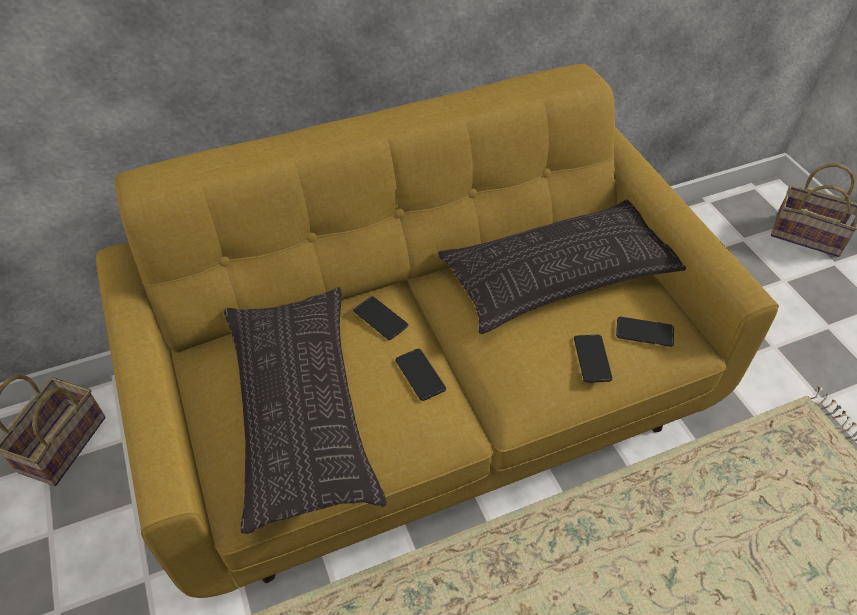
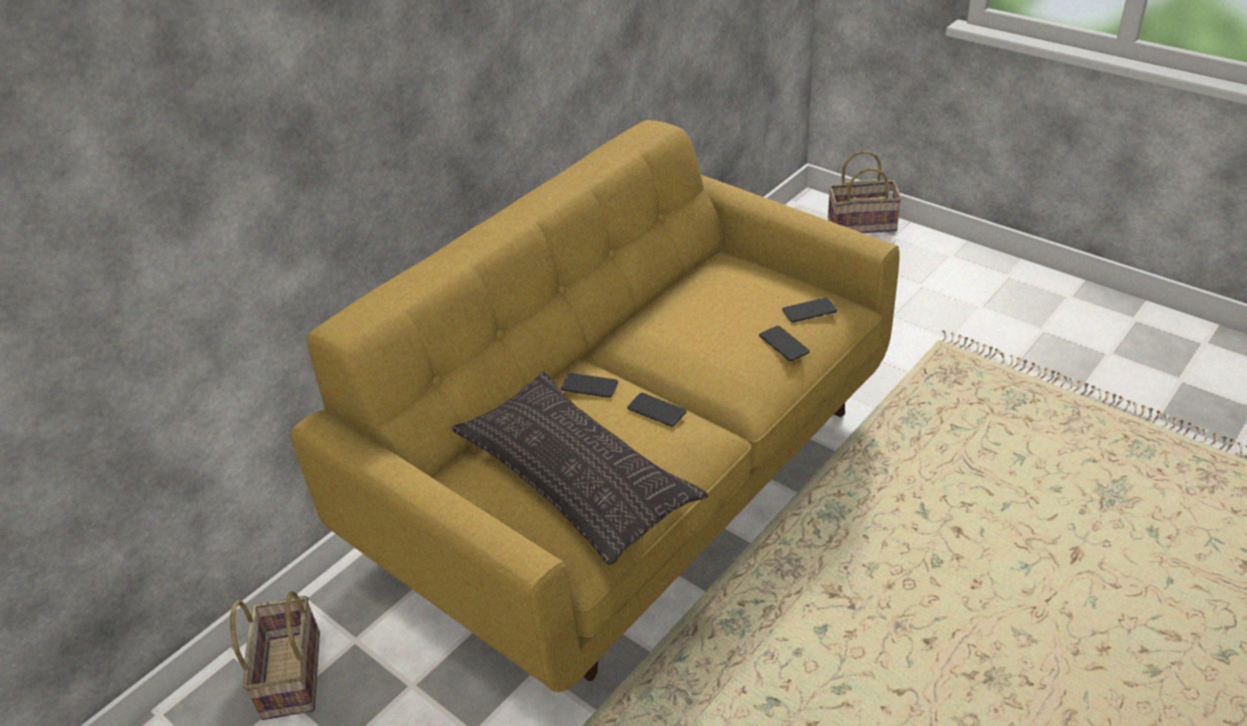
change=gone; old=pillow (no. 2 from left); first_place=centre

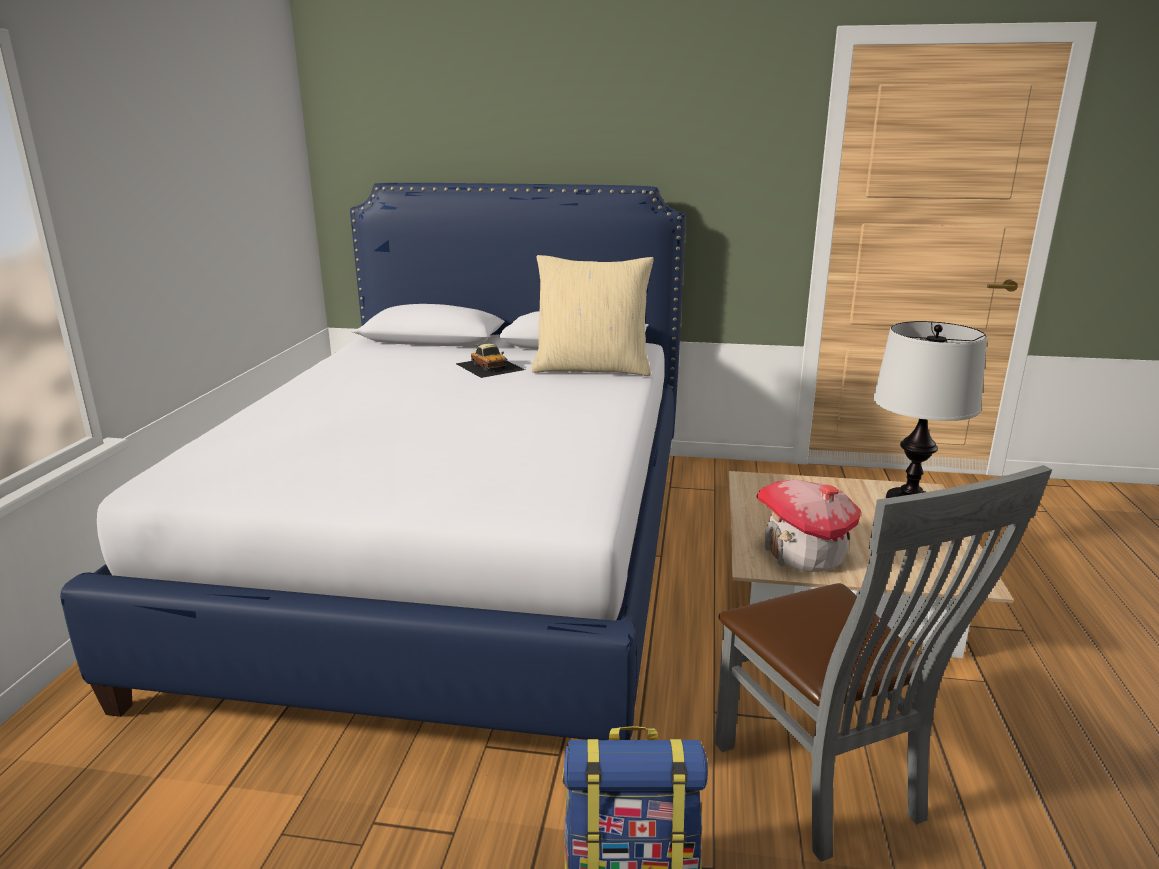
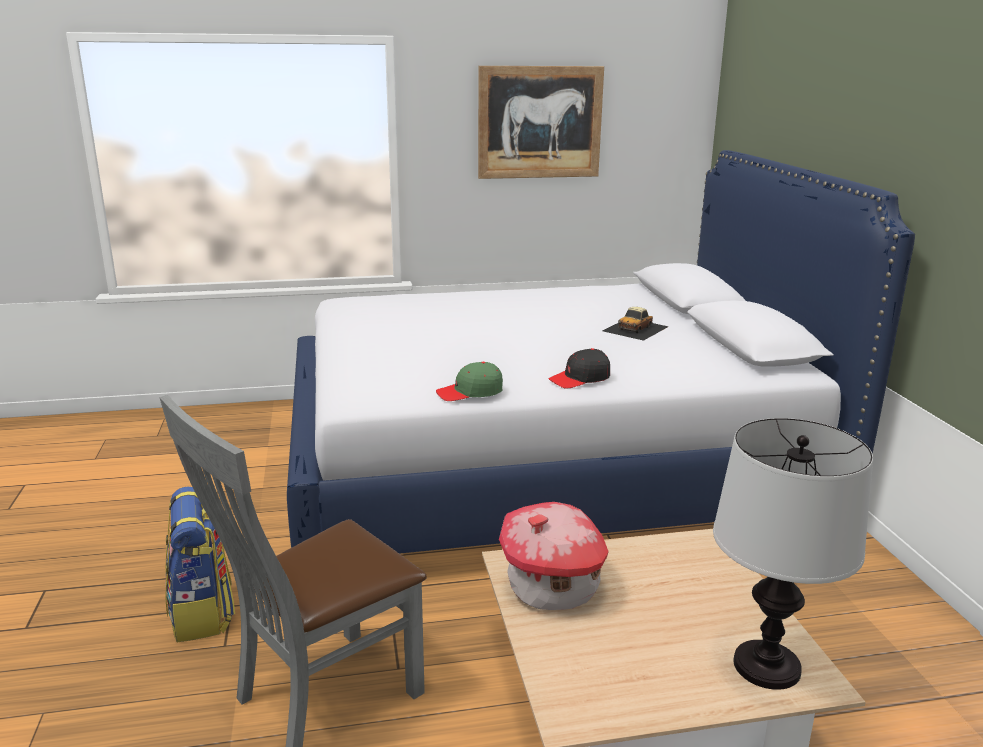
change=gone; old=beige pillow; first_place=centre
change=new; new=wall picture; second_place=top centre
change=new; new=black-coloured cap; second_place=centre
change=new; new=green cap; second_place=centre

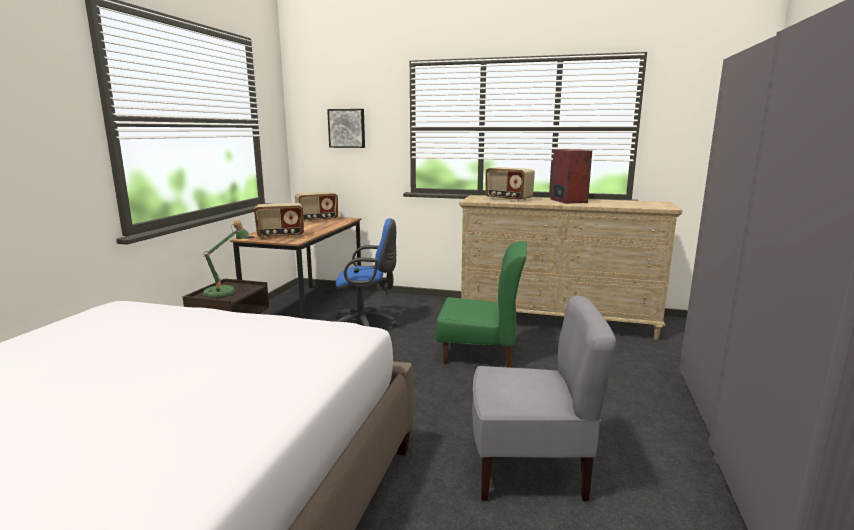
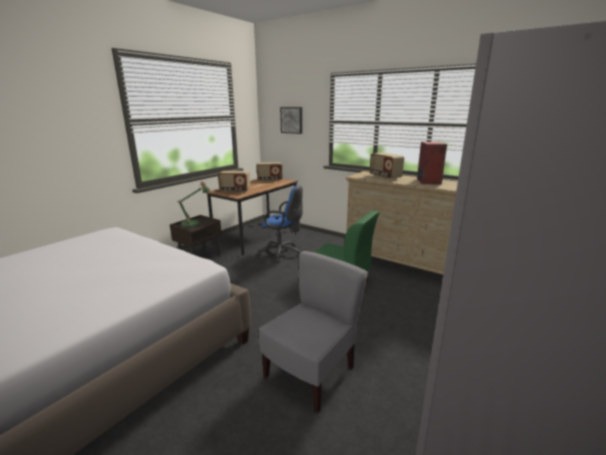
change=rotated; old=greyish chair; first_place=bottom centre; second_place=bottom centre; degrees=-75

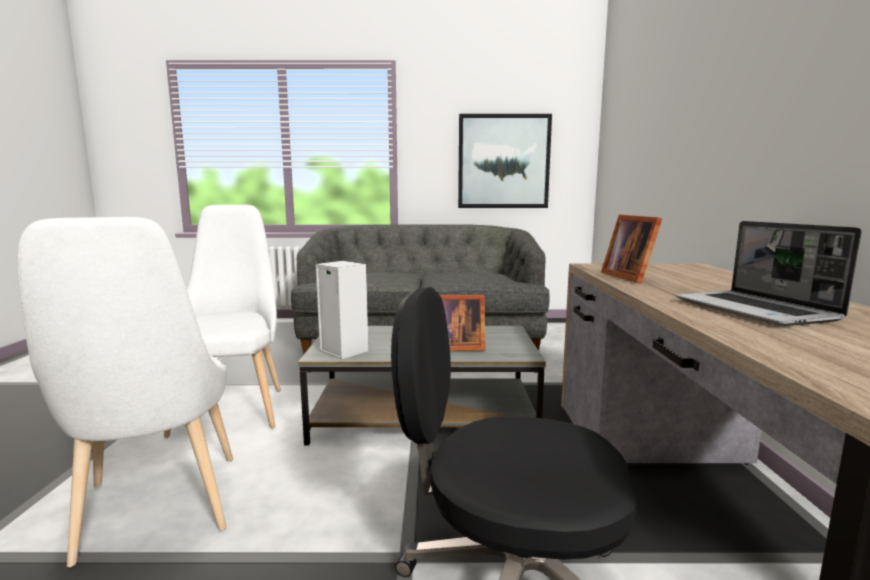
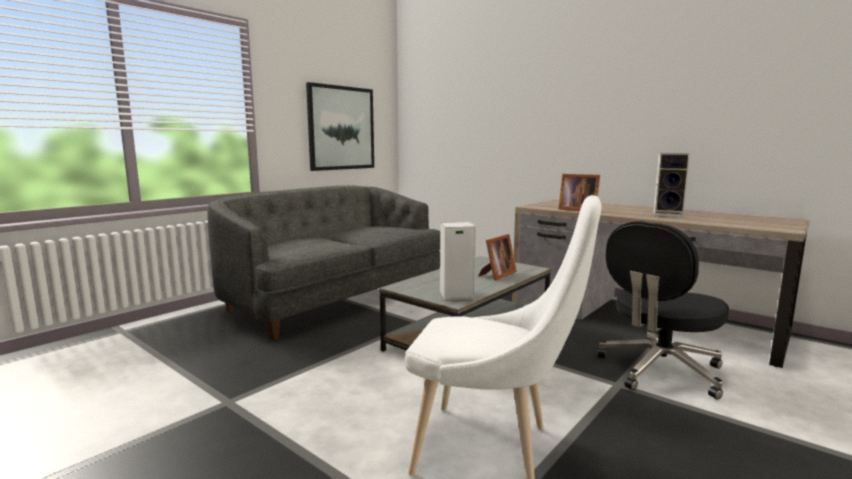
change=gone; old=white-coloured chair (no. 2 from left); first_place=middle left
change=swapped; old=laptop; new=audio speaker (no. 2 from left); first_place=middle right; second_place=middle right

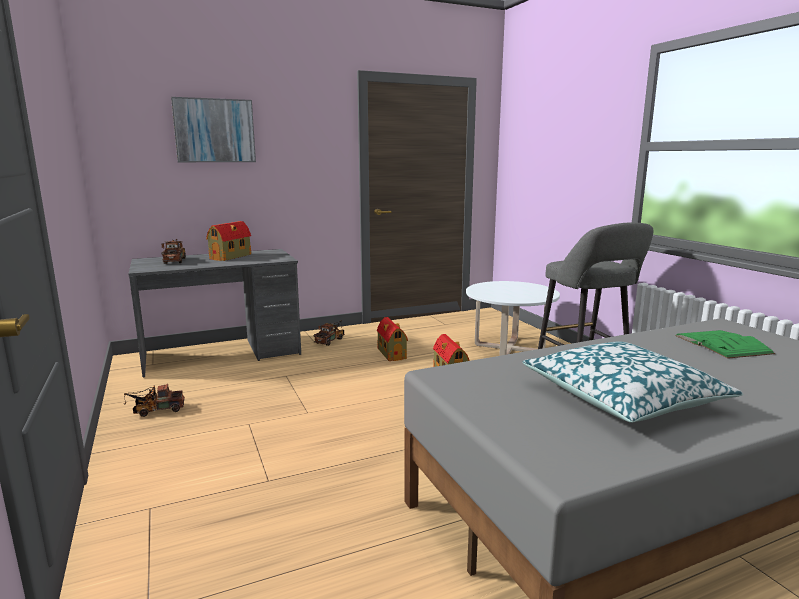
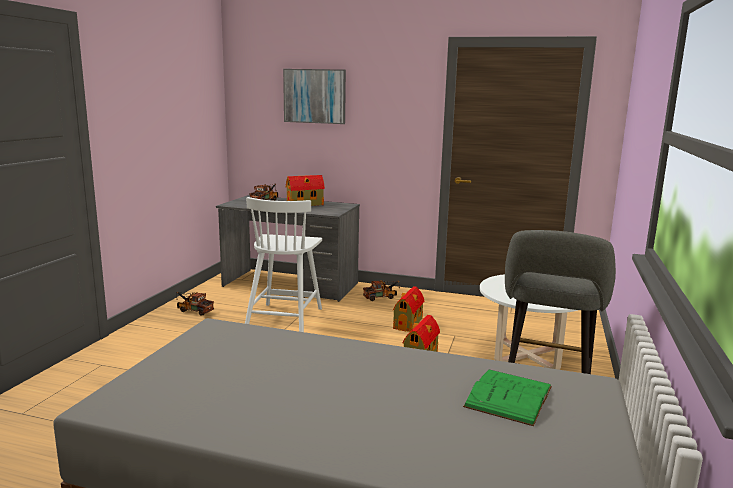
change=gone; old=pillow; first_place=middle right
change=new; new=white-coloured chair; second_place=centre

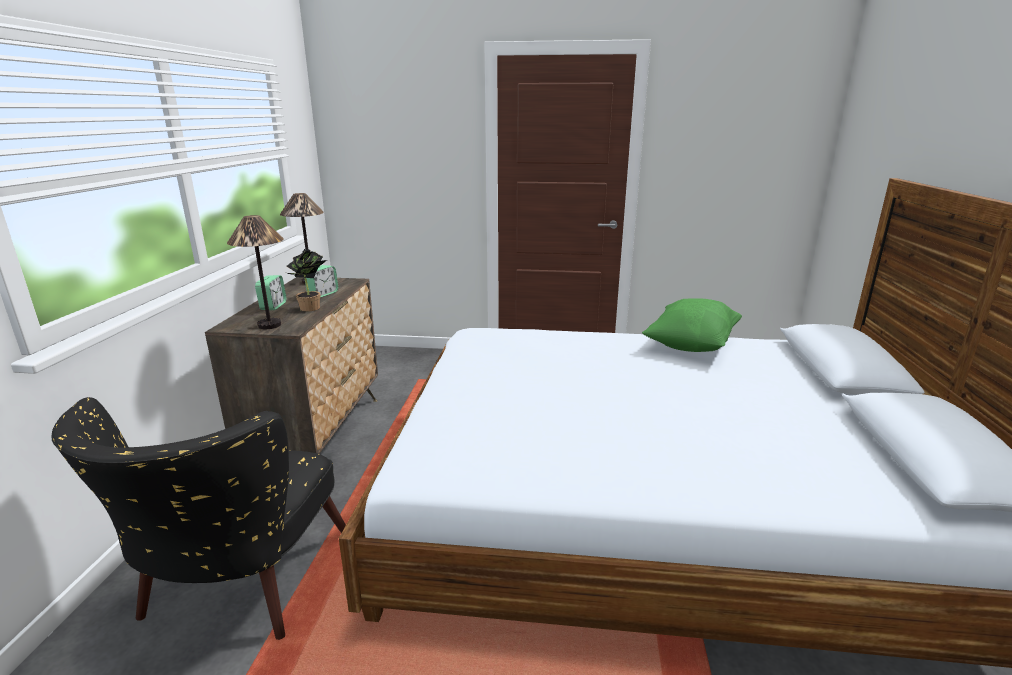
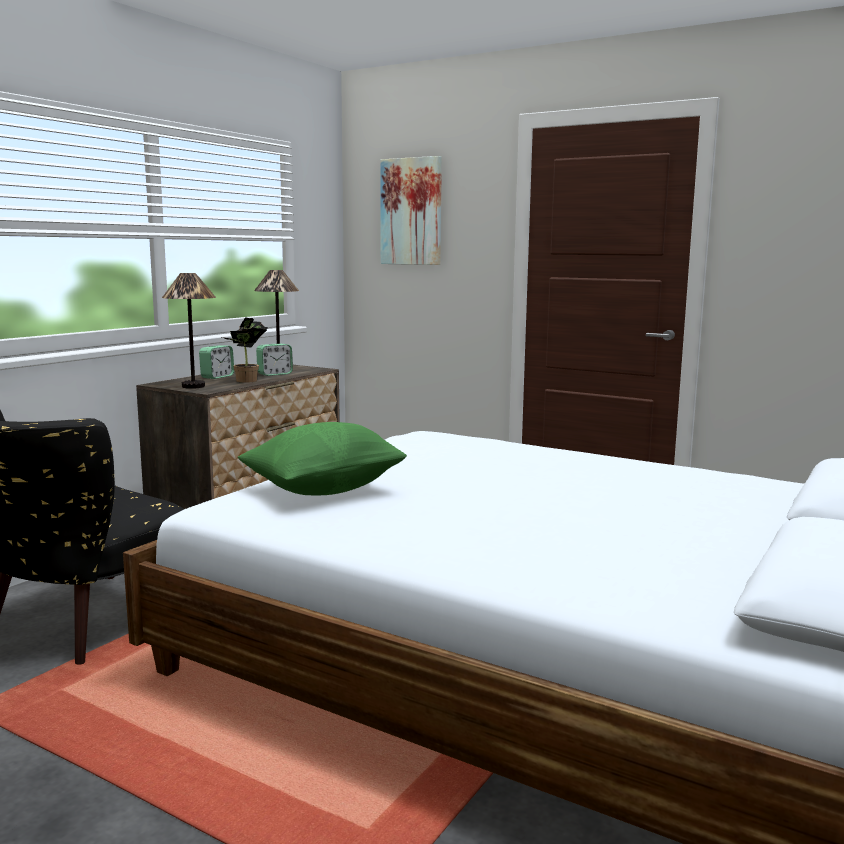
change=shifted; old=green pillow; first_place=middle right; second_place=centre
change=new; new=wall picture; second_place=top centre

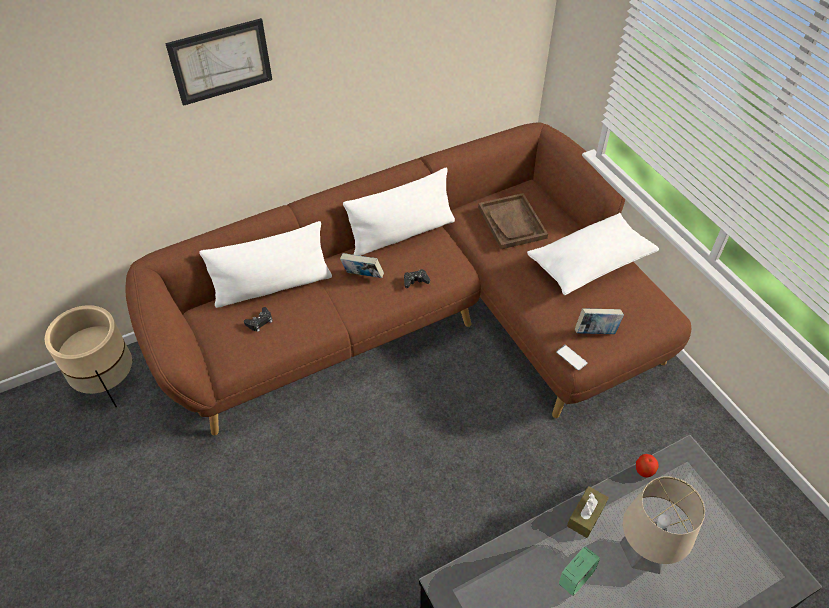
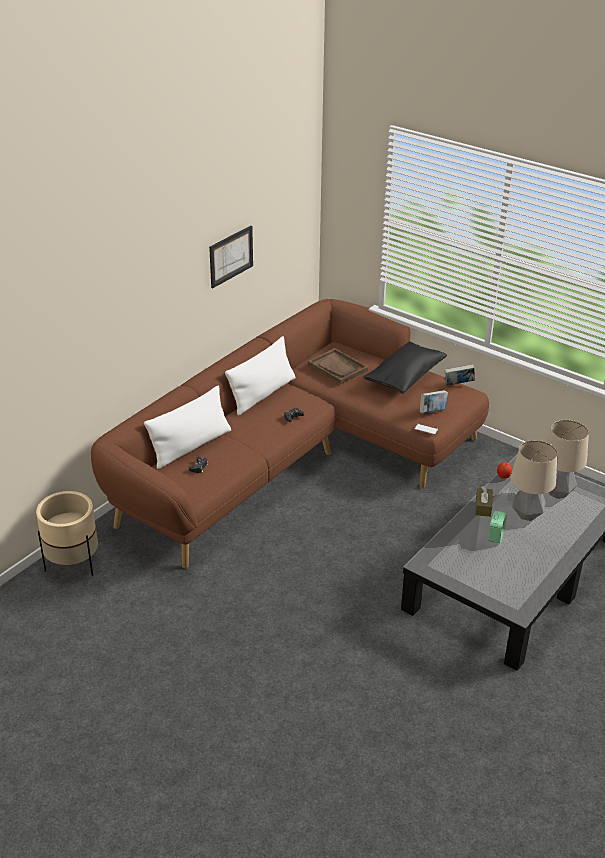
change=shifted; old=wall picture; first_place=top left; second_place=top centre
change=repainted; old=white-coloured pillow (no. 3 from left); new=black-coloured pillow; first_place=middle right; second_place=middle right
change=shifted; old=book (no. 1 from left in the first image); new=book (no. 2 from left); first_place=centre; second_place=middle right
change=new; new=lamp for a table (no. 2 from left); second_place=middle right

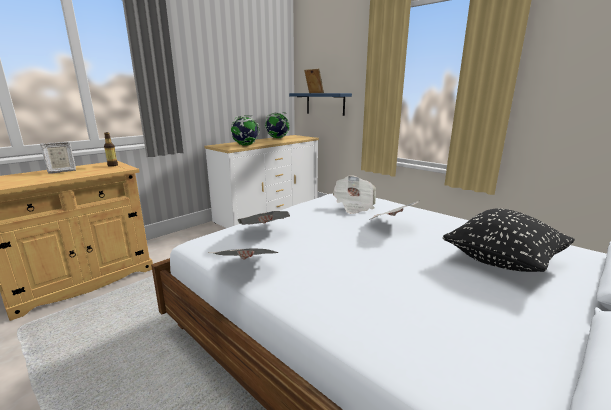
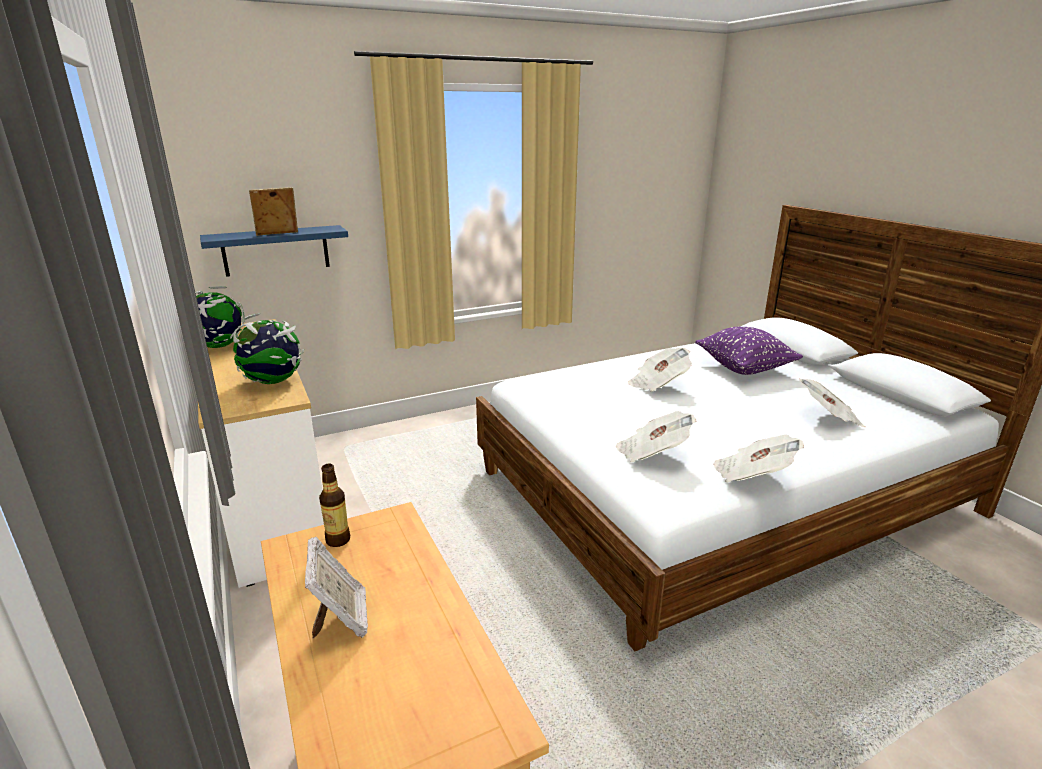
change=shifted; old=printed paper (no. 3 from left in the first image); new=printed paper (no. 4 from left); first_place=centre; second_place=middle right
change=repainted; old=black-coloured pillow; new=purple-coloured pillow; first_place=middle right; second_place=middle right

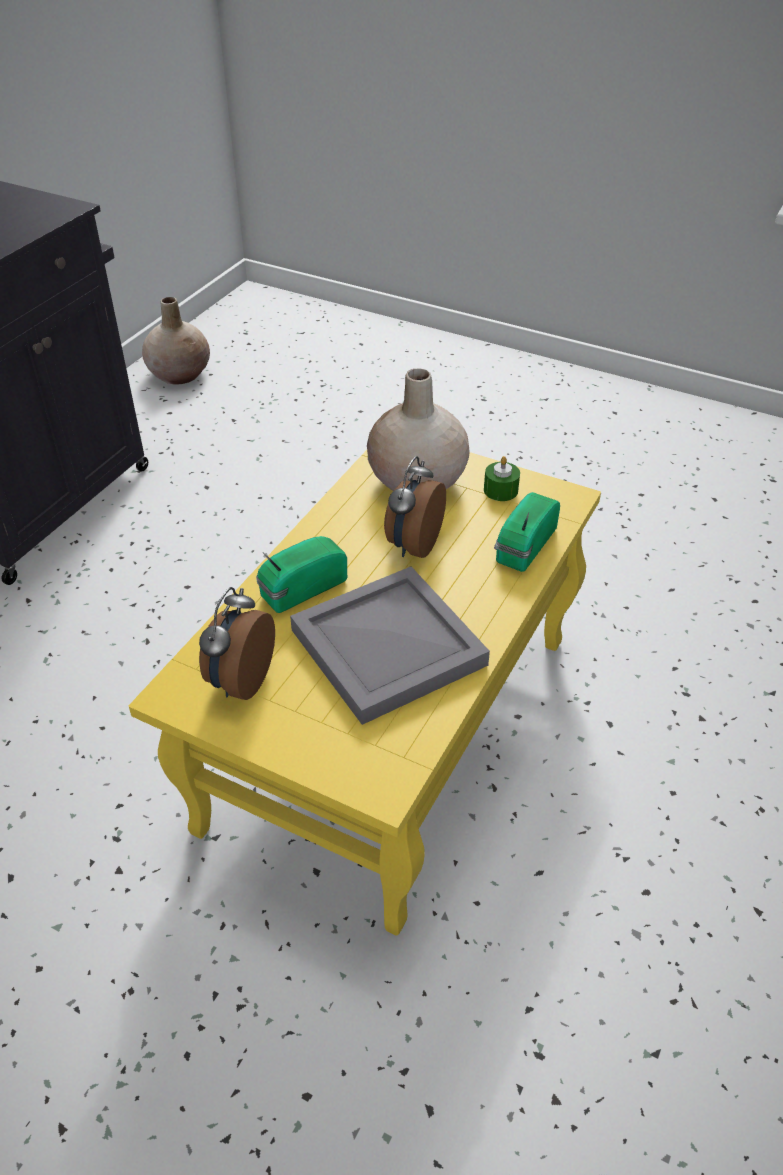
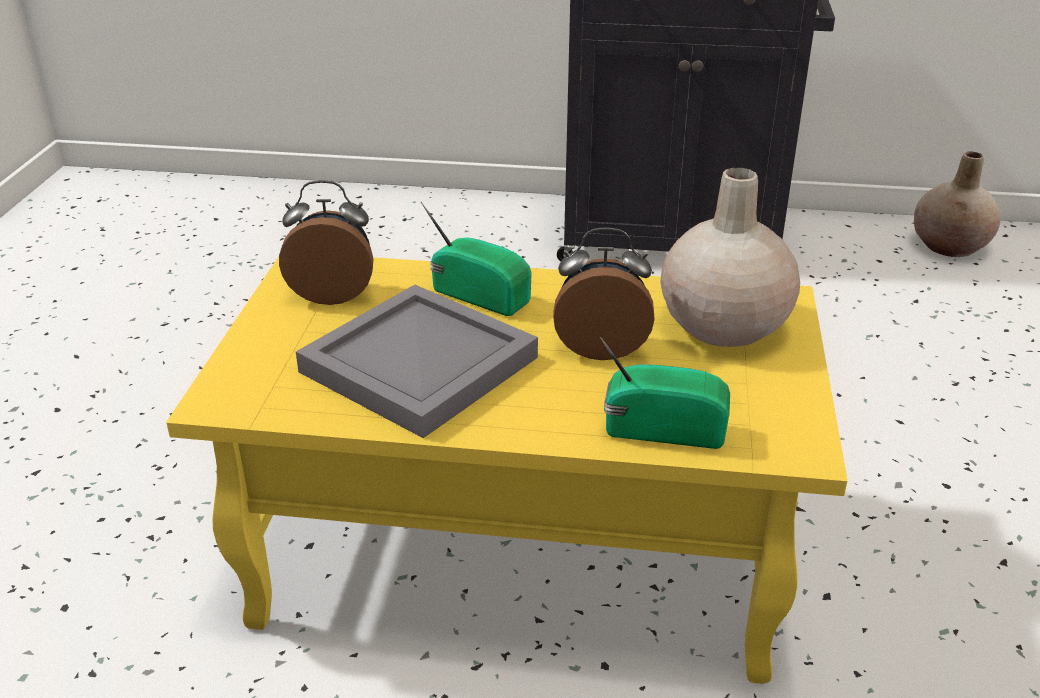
change=gone; old=green wax candle; first_place=centre

